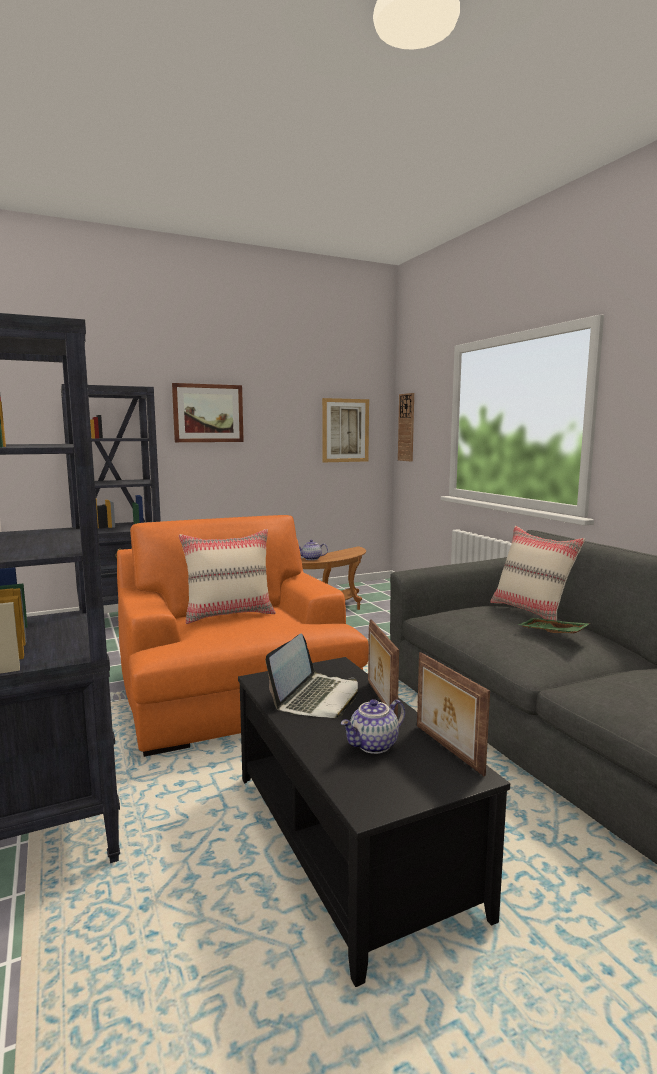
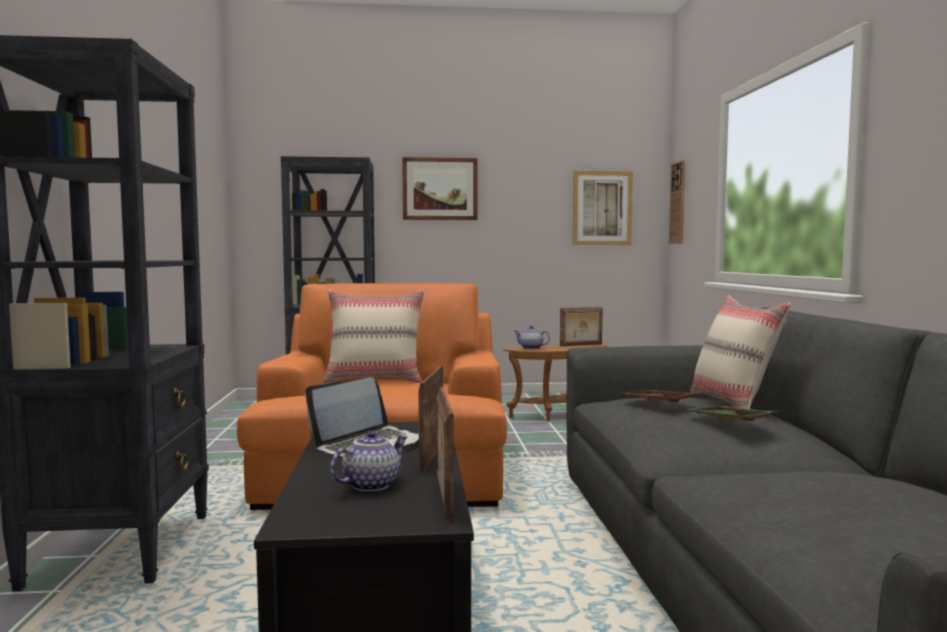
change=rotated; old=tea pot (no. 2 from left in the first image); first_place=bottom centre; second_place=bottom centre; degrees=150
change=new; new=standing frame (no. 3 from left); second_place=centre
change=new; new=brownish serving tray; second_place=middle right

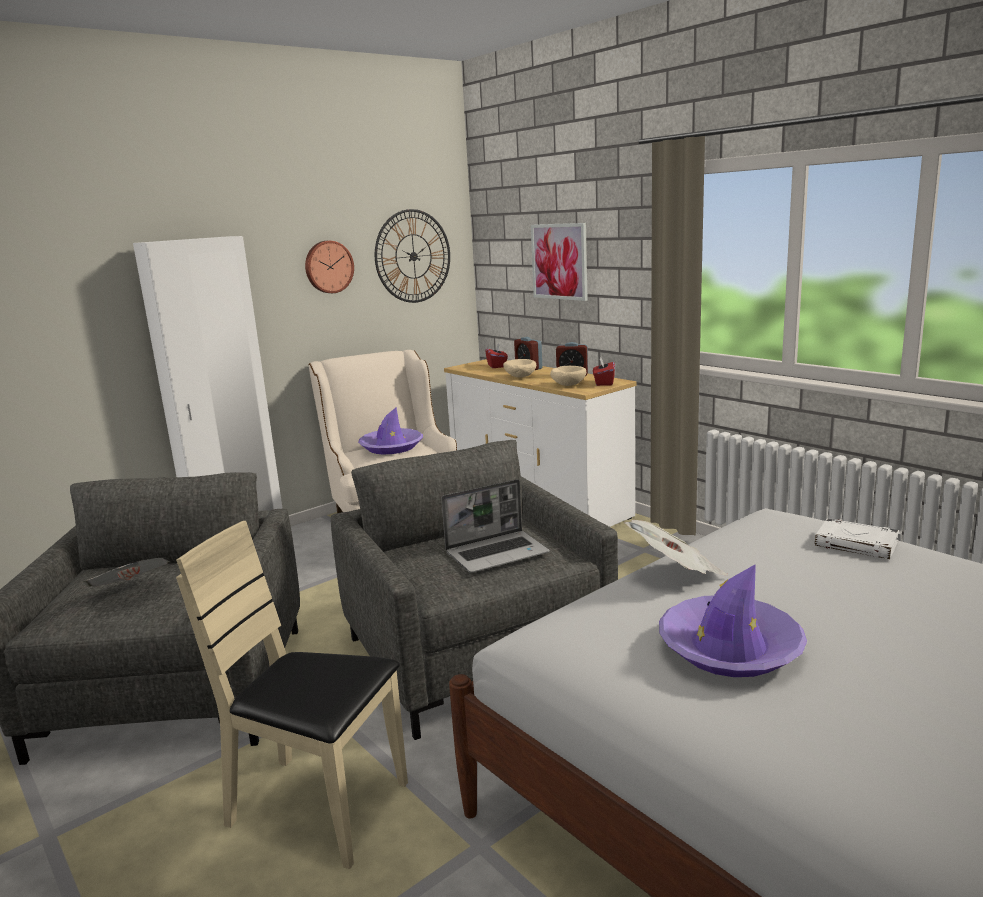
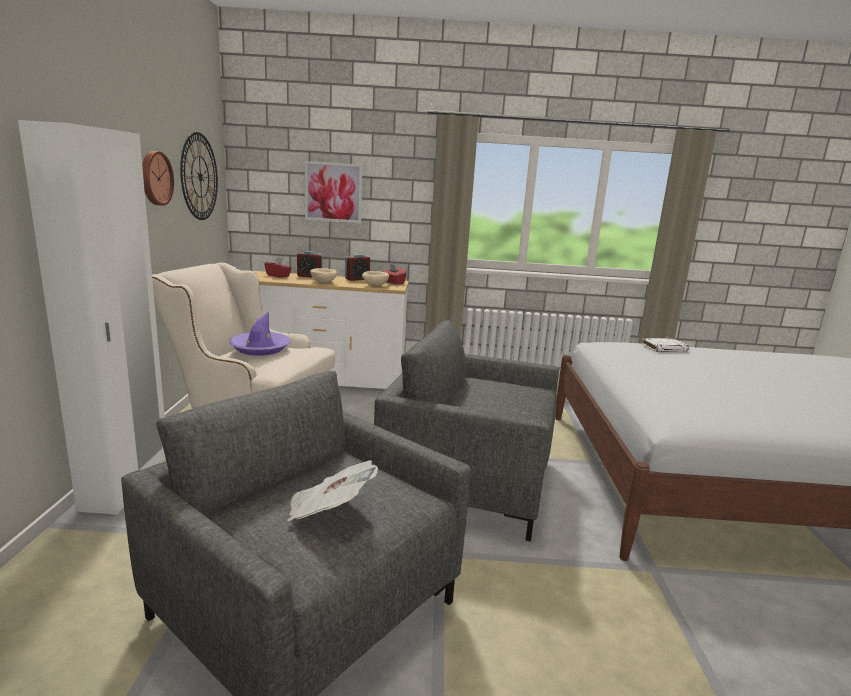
change=gone; old=laptop; first_place=centre
change=gone; old=printed paper (no. 2 from left); first_place=middle right
change=gone; old=beige chair; first_place=bottom left
change=gone; old=purple-coloured hat (no. 2 from left); first_place=bottom right

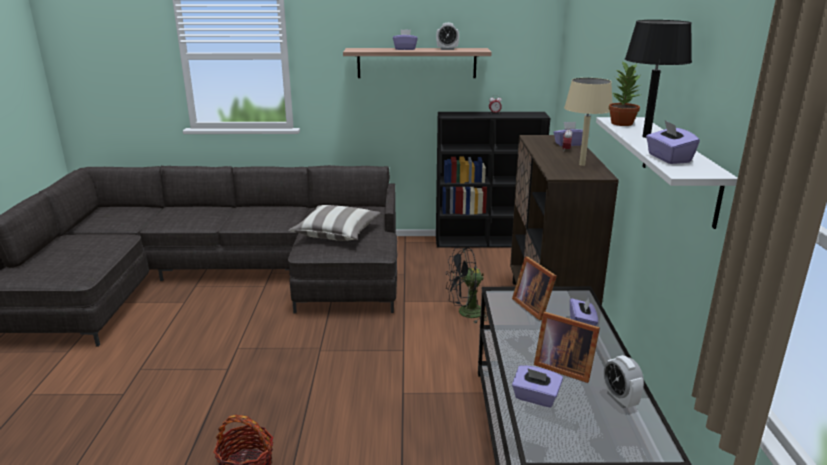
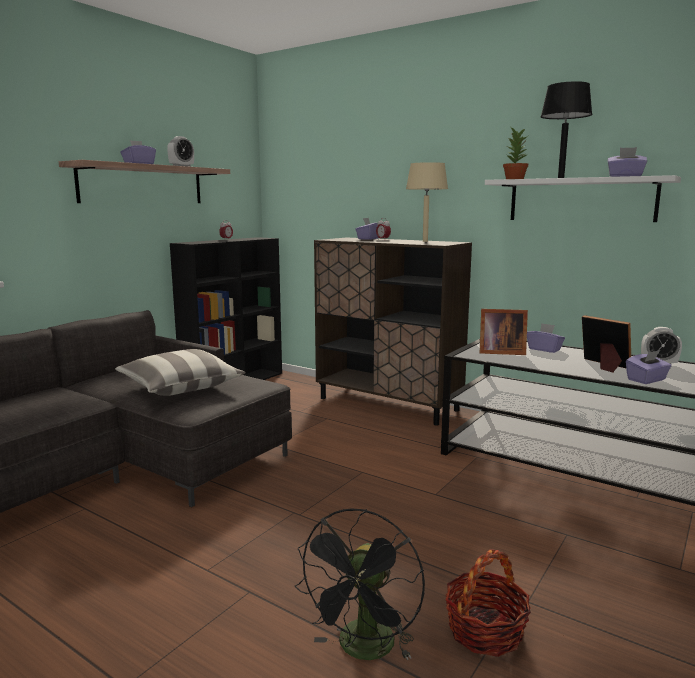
change=shifted; old=black-coloured electric fan; first_place=centre; second_place=bottom centre
change=rotated; old=standing frame (no. 2 from left); first_place=bottom right; second_place=middle right; degrees=-105

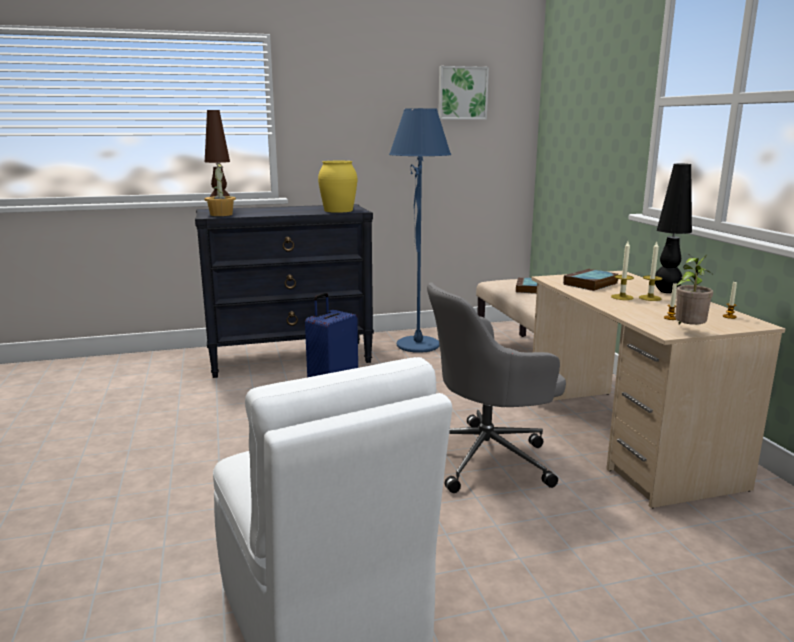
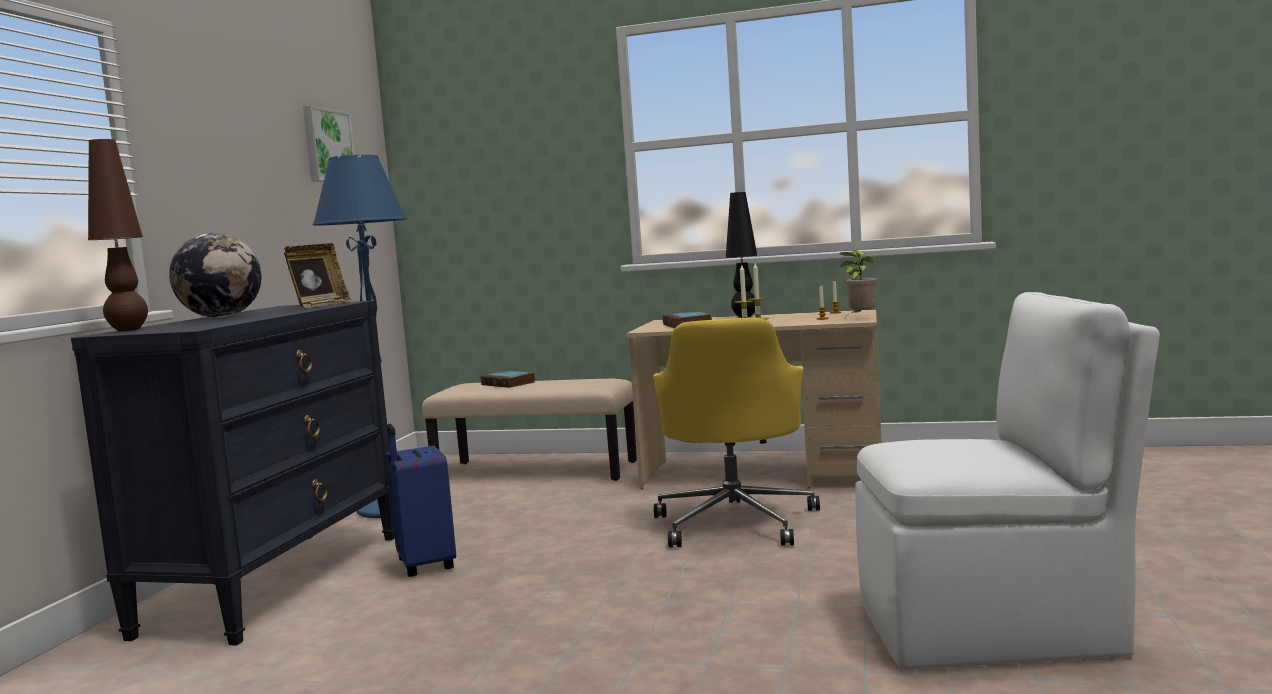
change=swapped; old=yellowish decorative vase; new=standing frame; first_place=top centre; second_place=middle left
change=gone; old=plant in a pot (no. 1 from left); first_place=top left
change=repainted; old=greyish office chair; new=yellowish office chair; first_place=centre; second_place=centre
change=new; new=world globe; second_place=middle left

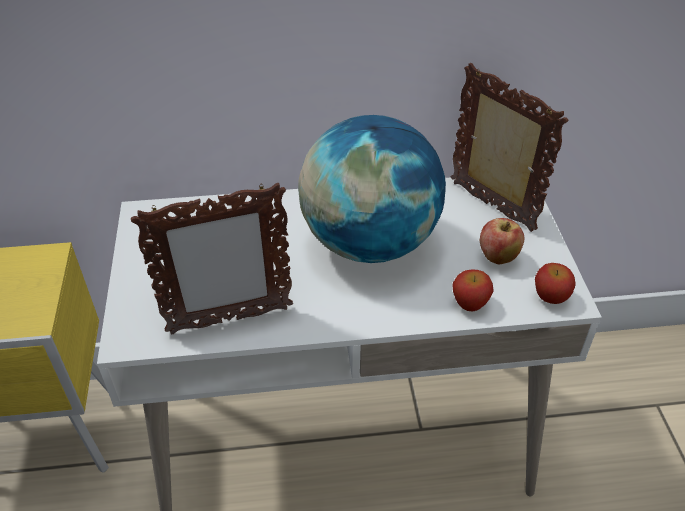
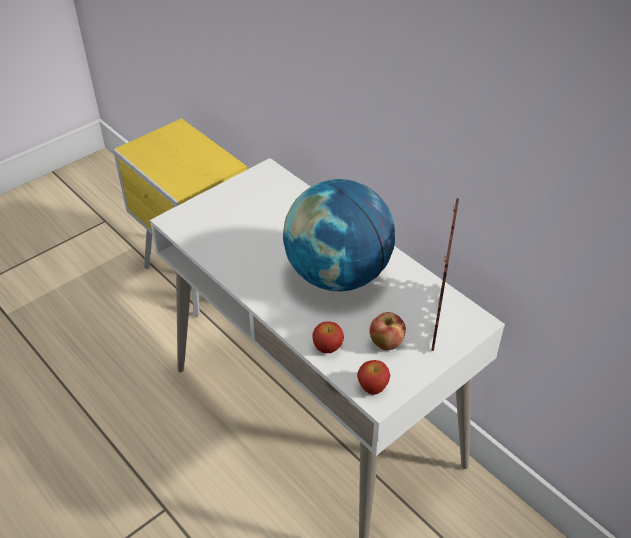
change=gone; old=standing frame (no. 1 from left); first_place=middle left

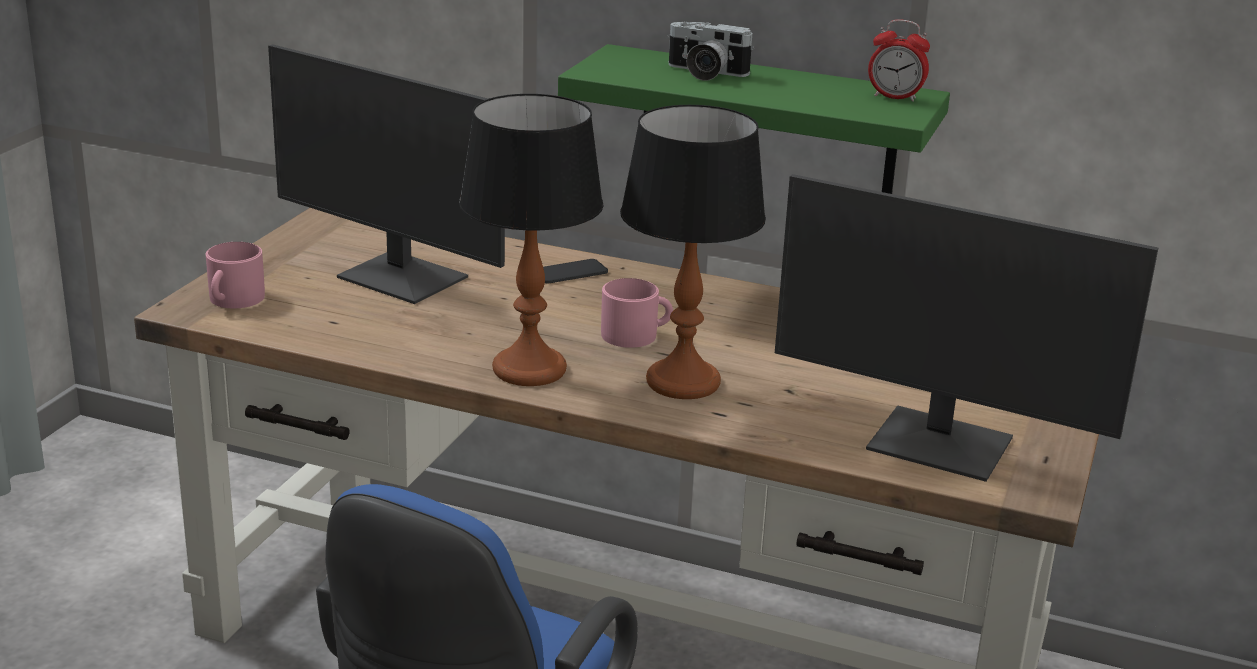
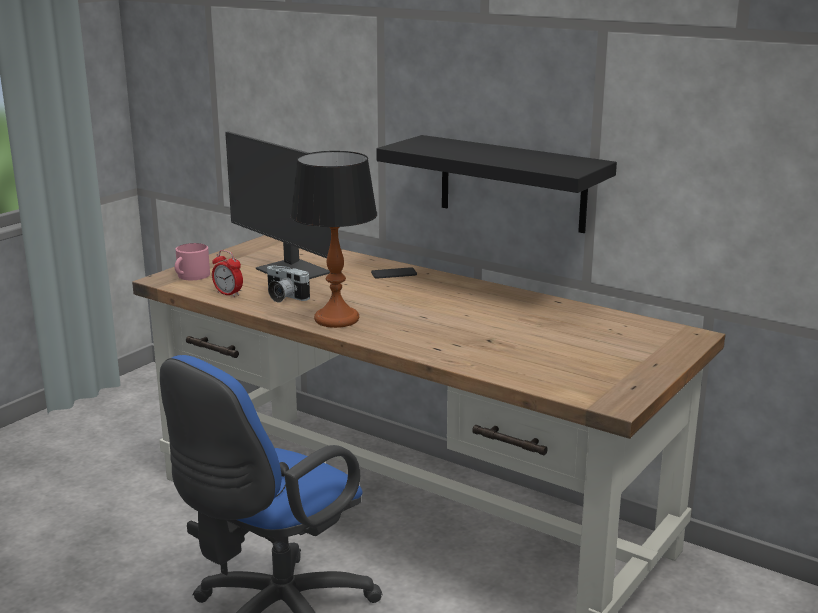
change=shifted; old=table clock; first_place=top right; second_place=middle left
change=shifted; old=photo camera; first_place=top centre; second_place=centre
change=repainted; old=green bracket shelf; new=black-coloured bracket shelf; first_place=top centre; second_place=top centre
change=gone; old=lamp for a table (no. 2 from left); first_place=centre
change=gone; old=computer screen (no. 2 from left); first_place=middle right
change=gone; old=pink-coloured coffee mug (no. 2 from left); first_place=centre

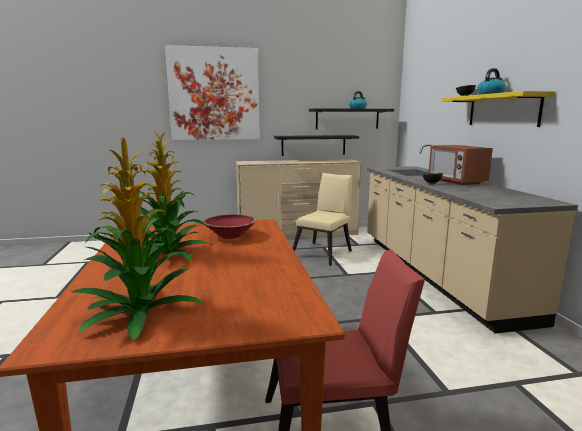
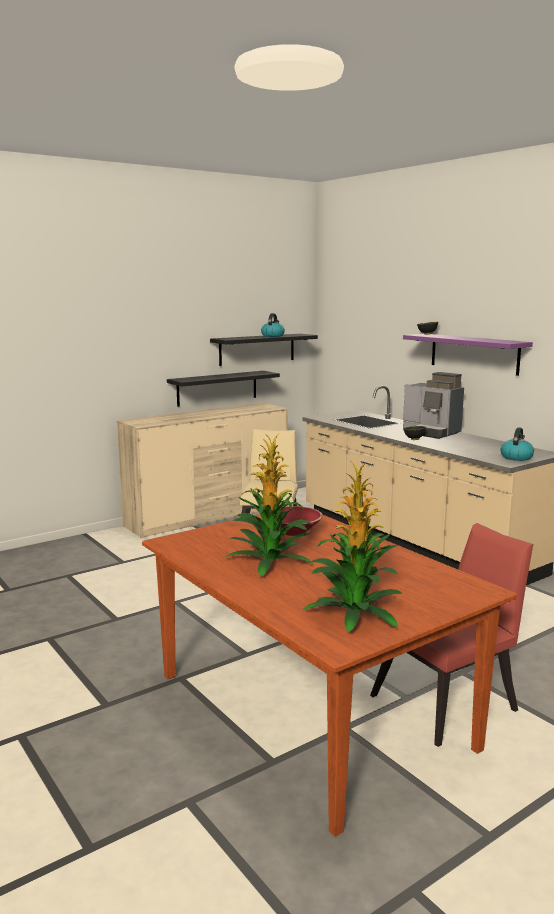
change=gone; old=wall picture; first_place=top centre
change=shifted; old=tea kettle (no. 2 from left); first_place=top right; second_place=middle right
change=repainted; old=yellowish bracket shelf; new=purple-coloured bracket shelf; first_place=top right; second_place=middle right
change=swapped; old=microwave; new=coffee maker; first_place=middle right; second_place=middle right

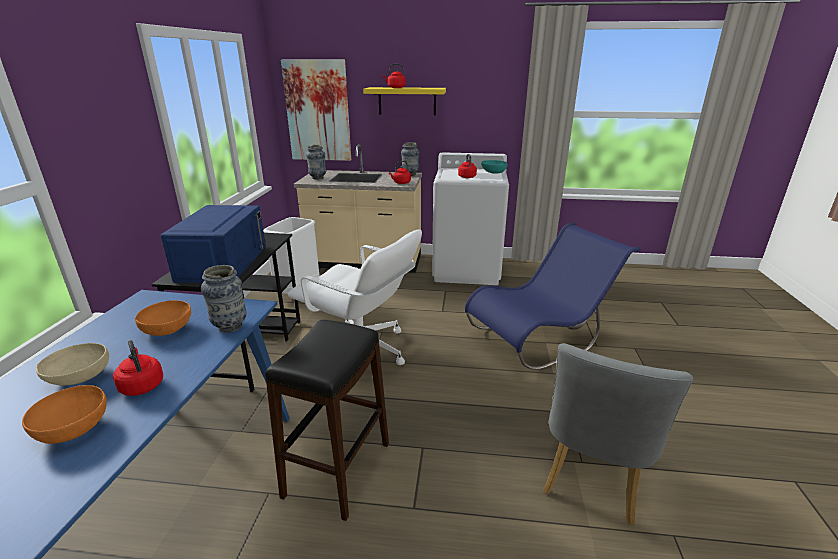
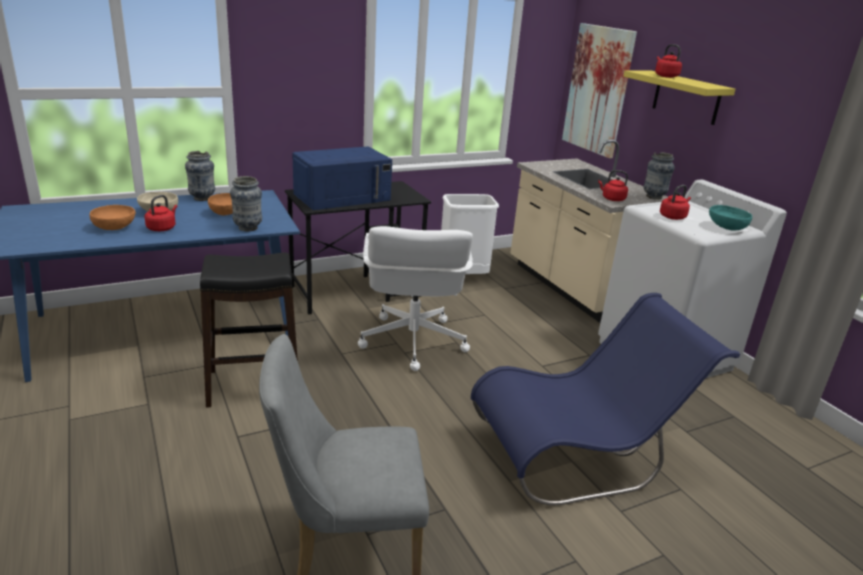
change=shifted; old=decorative vase (no. 2 from left in the first image); new=decorative vase (no. 1 from left); first_place=top centre; second_place=top left
change=rotated; old=blue chair; first_place=centre; second_place=bottom right; degrees=-45

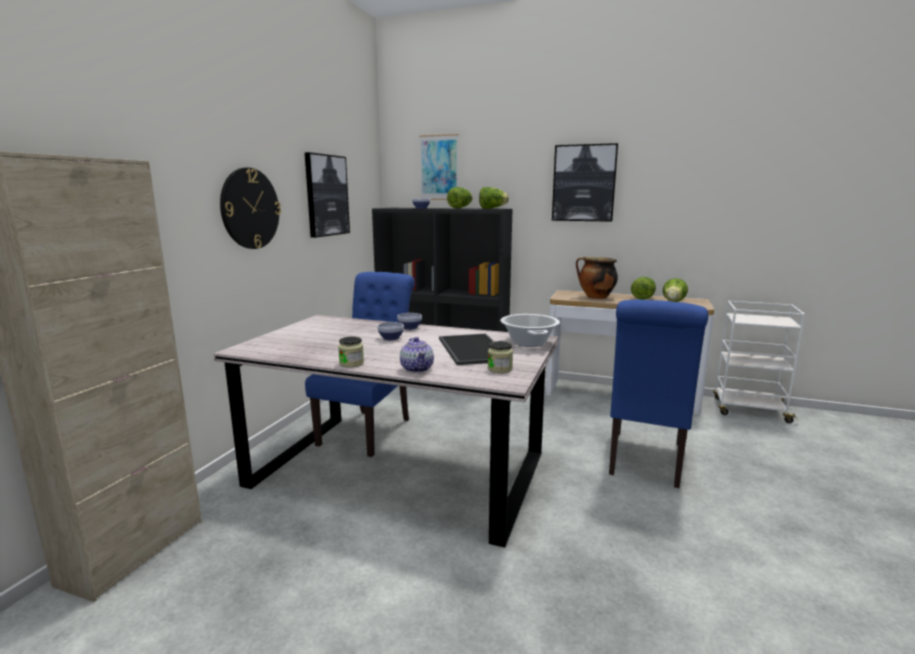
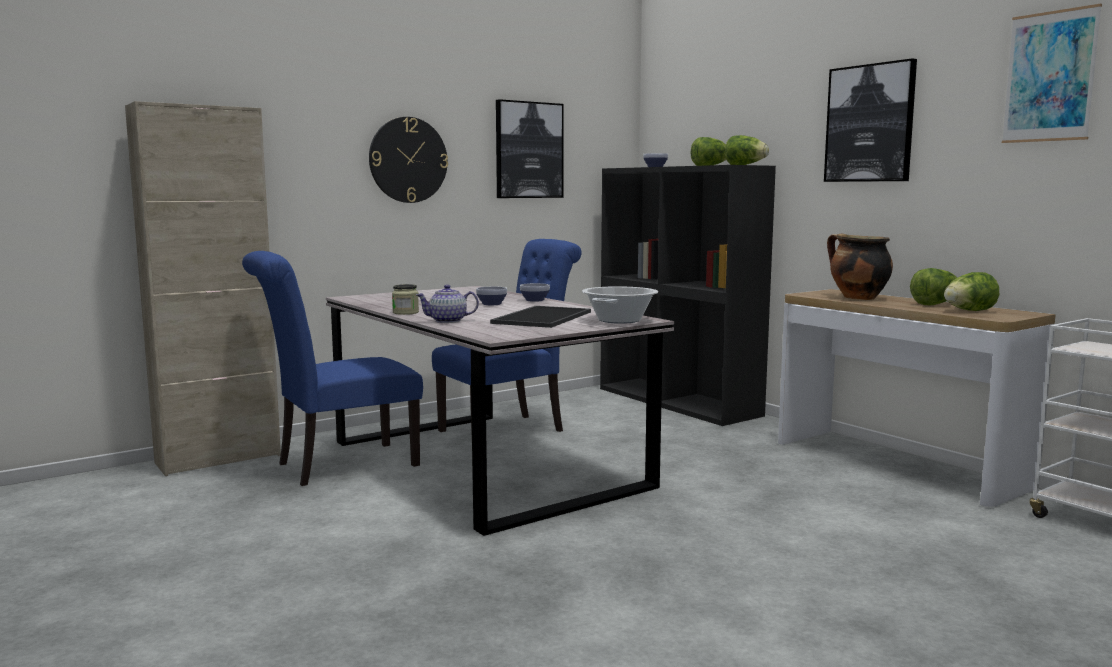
change=shifted; old=wall picture (no. 2 from left in the first image); new=wall picture (no. 3 from left); first_place=top centre; second_place=top right
change=shifted; old=blue chair (no. 2 from left in the first image); new=blue chair (no. 1 from left); first_place=middle right; second_place=middle left
change=rotated; old=tea pot; first_place=centre; second_place=centre; degrees=60
change=gone; old=jar (no. 2 from left); first_place=centre

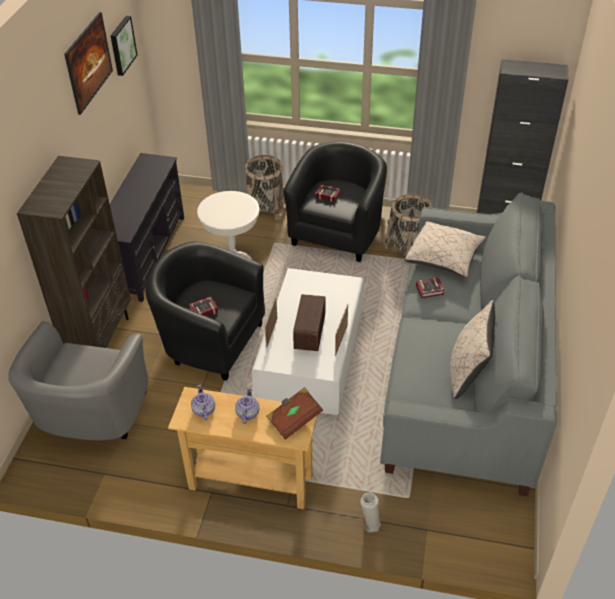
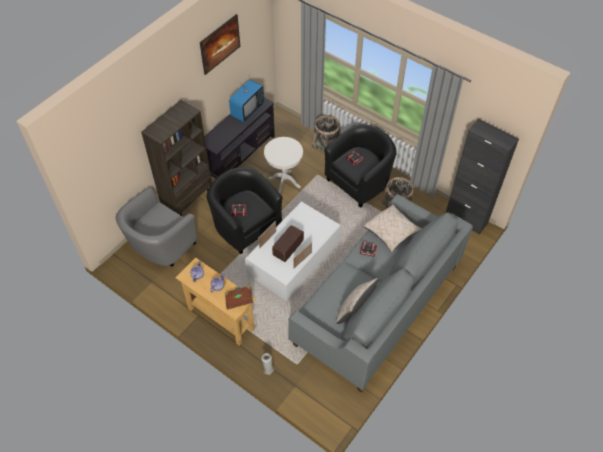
change=gone; old=wall picture (no. 2 from left); first_place=top left
change=new; new=TV set; second_place=top centre

